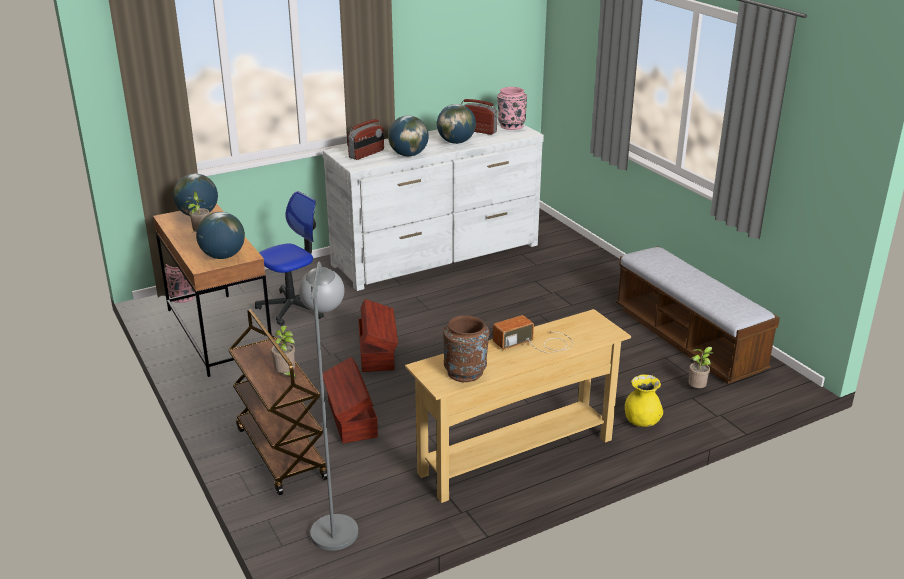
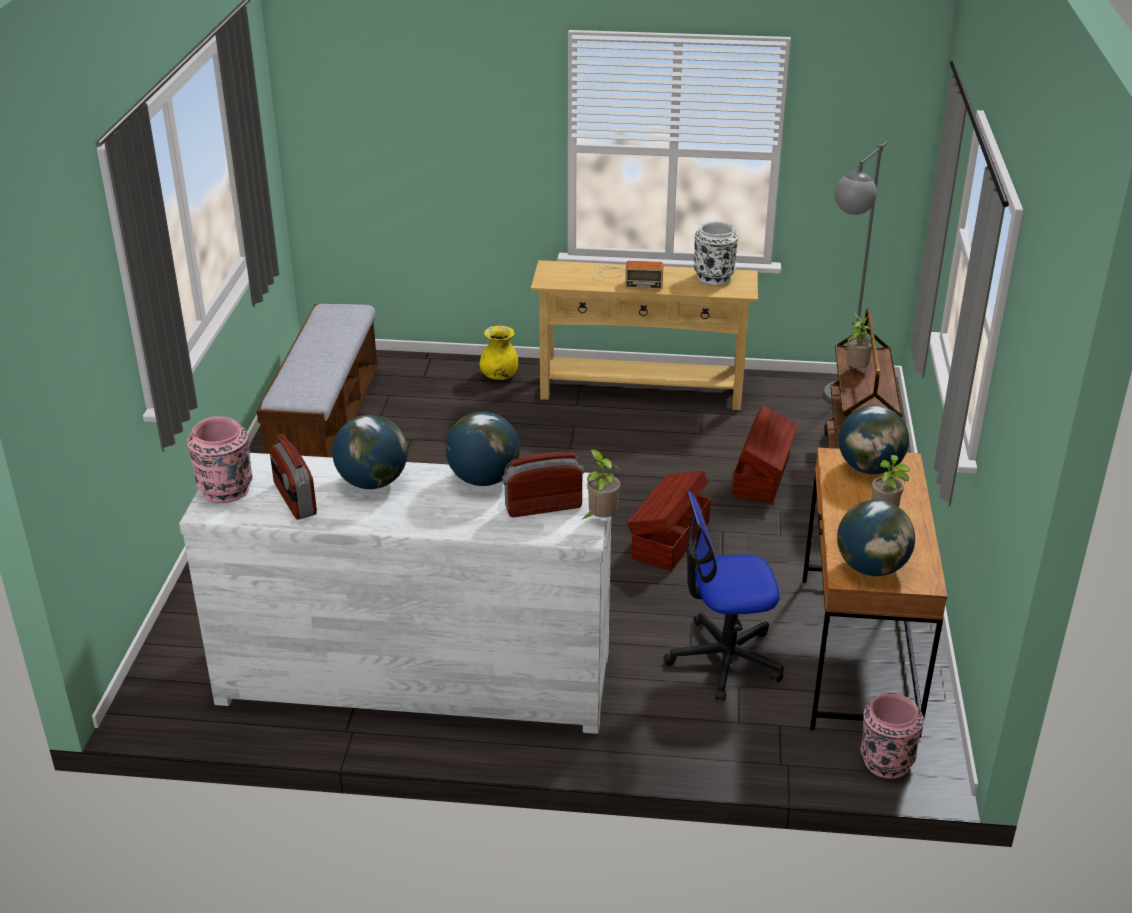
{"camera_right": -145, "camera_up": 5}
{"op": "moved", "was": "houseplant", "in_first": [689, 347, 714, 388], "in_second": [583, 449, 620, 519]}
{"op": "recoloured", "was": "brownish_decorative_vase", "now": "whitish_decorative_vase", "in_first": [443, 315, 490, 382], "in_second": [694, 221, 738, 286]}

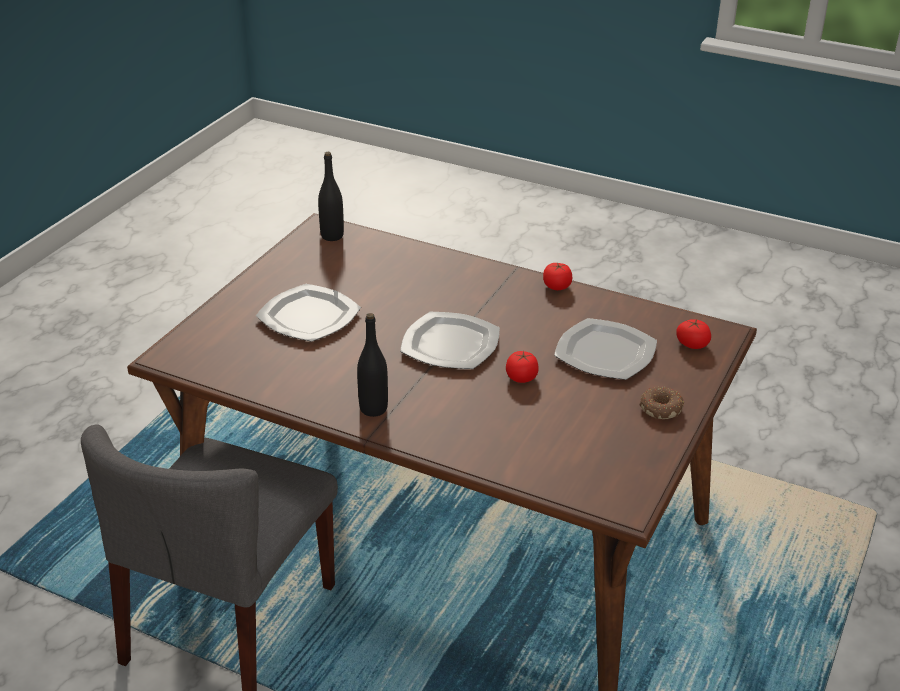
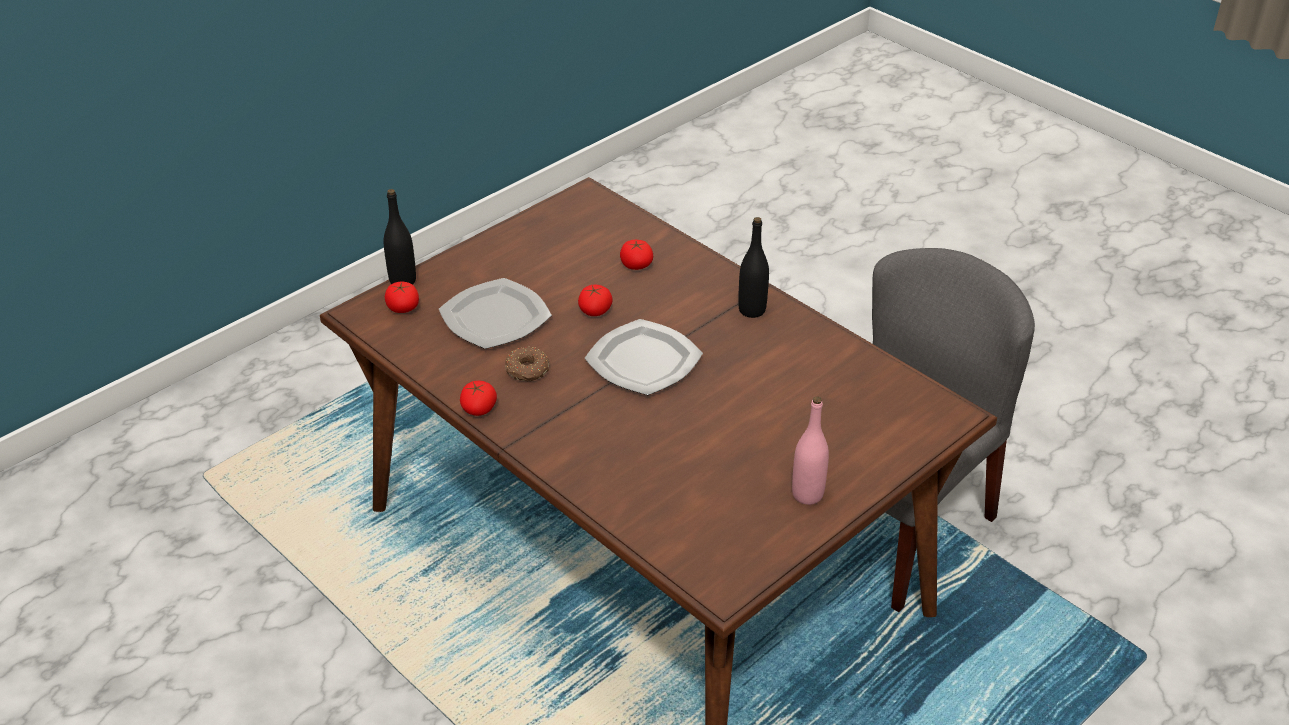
{"camera_right": -160, "camera_up": 5}
{"op": "moved", "was": "blackish_drink_bottle", "in_first": [318, 152, 344, 241], "in_second": [383, 189, 416, 285]}
{"op": "moved", "was": "donut", "in_first": [640, 386, 684, 419], "in_second": [504, 347, 549, 381]}
{"op": "added", "now": "fresh_tomato", "in_second": [620, 240, 653, 270]}
{"op": "added", "now": "pink-coloured_drink_bottle", "in_second": [792, 397, 829, 505]}
{"op": "removed", "was": "flat_dish", "in_first": [256, 284, 361, 342]}

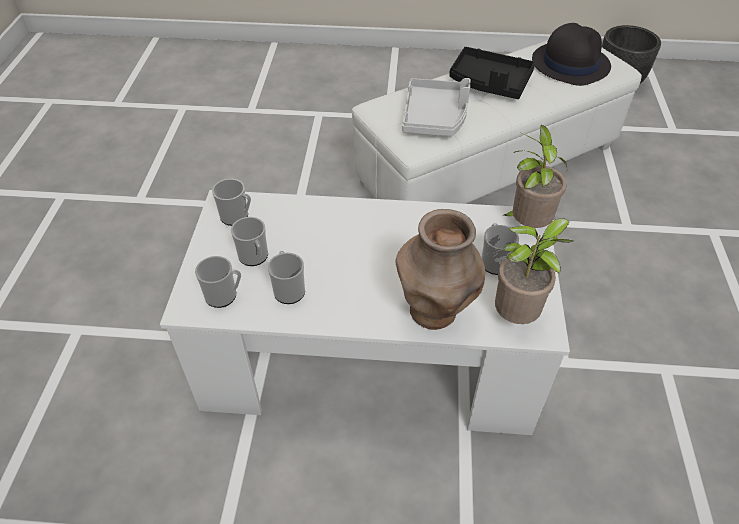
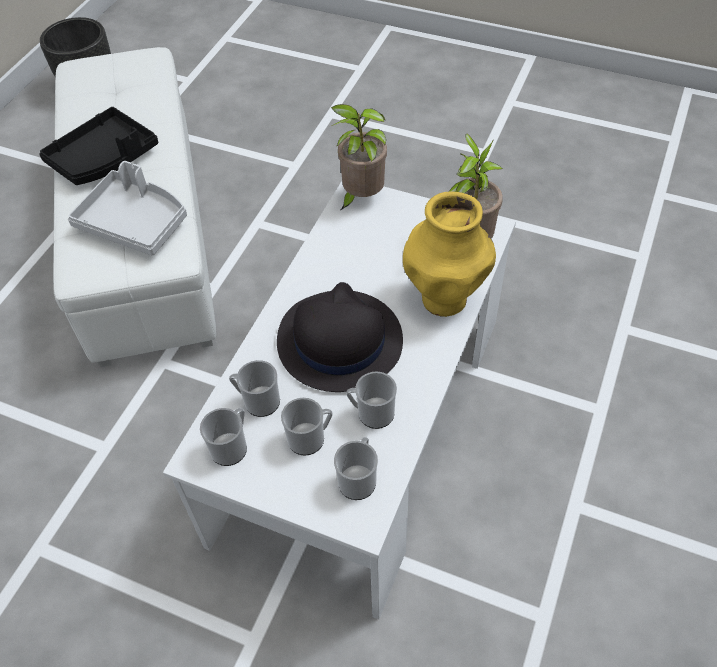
{"camera_right": -70, "camera_up": 5}
{"op": "moved", "was": "coffee_mug", "in_first": [481, 223, 519, 275], "in_second": [229, 360, 280, 417]}
{"op": "moved", "was": "blackish_hat", "in_first": [532, 23, 611, 86], "in_second": [277, 282, 403, 392]}
{"op": "recoloured", "was": "brownish_decorative_vase", "now": "yellowish_decorative_vase", "in_first": [395, 209, 485, 330], "in_second": [403, 191, 496, 317]}

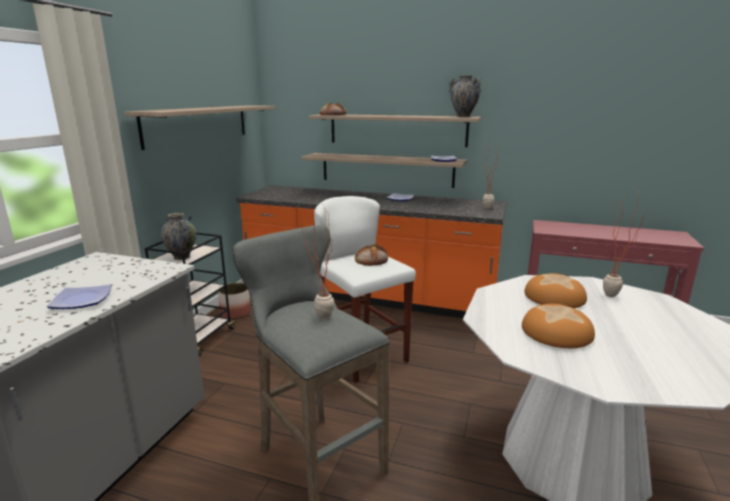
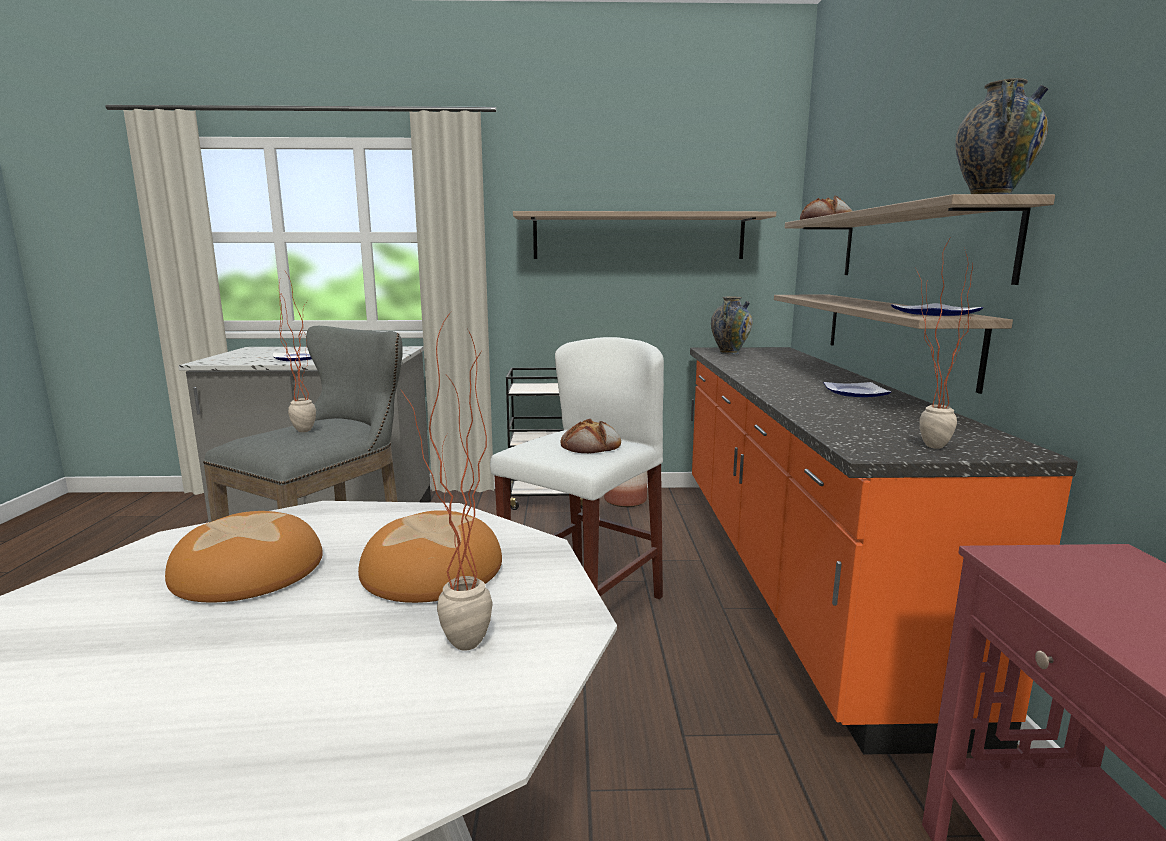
{"camera_right": 70, "camera_up": -5}
{"op": "moved", "was": "decorative_vase", "in_first": [161, 213, 197, 260], "in_second": [711, 296, 753, 355]}

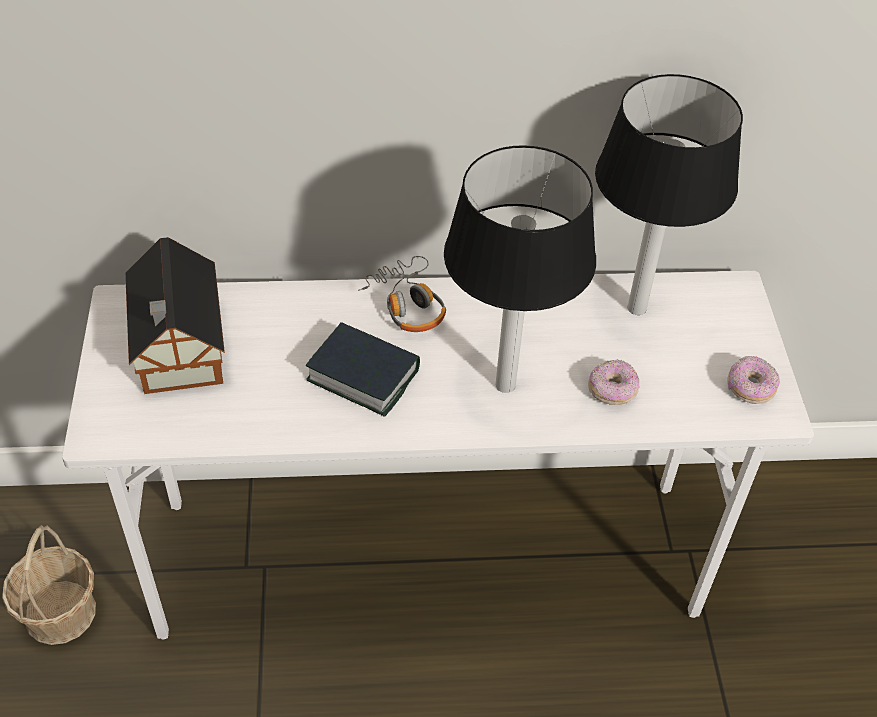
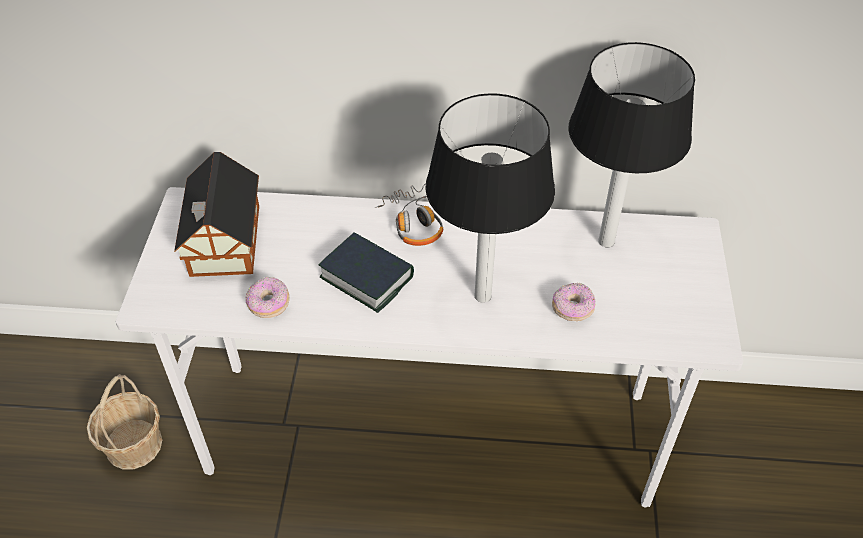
{"camera_right": 10, "camera_up": 0}
{"op": "moved", "was": "donut", "in_first": [727, 356, 780, 404], "in_second": [245, 277, 290, 318]}

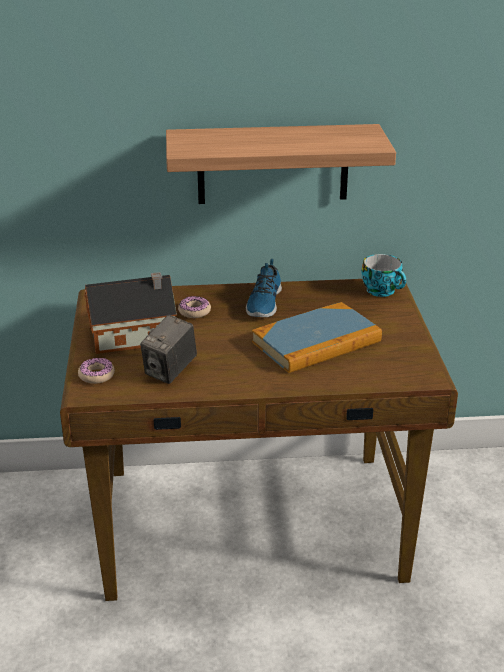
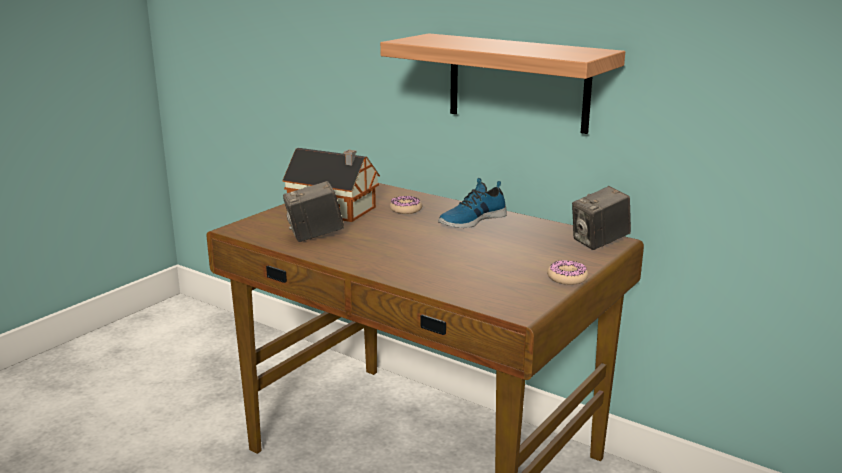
{"camera_right": 40, "camera_up": -10}
{"op": "moved", "was": "donut", "in_first": [78, 358, 115, 384], "in_second": [547, 260, 588, 285]}
{"op": "replaced", "was": "cup", "now": "photo_camera", "in_first": [362, 254, 406, 297], "in_second": [572, 186, 631, 250]}
{"op": "removed", "was": "book", "in_first": [252, 302, 382, 373]}

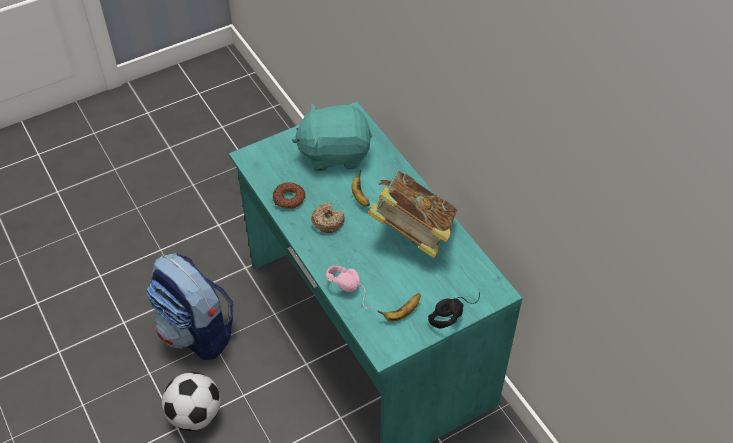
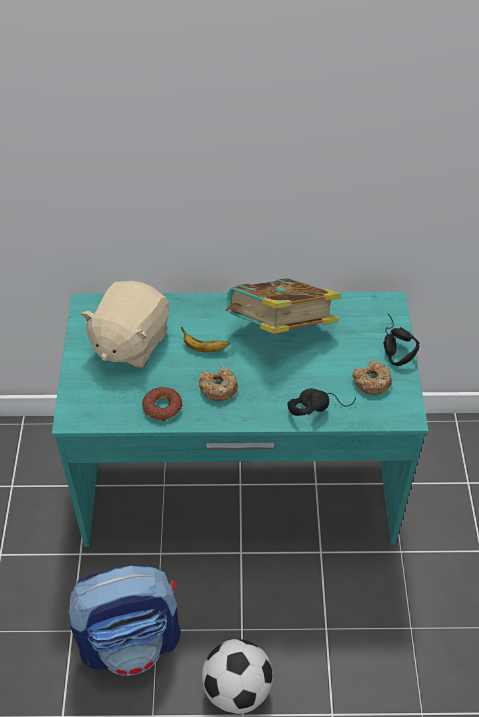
{"camera_right": -60, "camera_up": 0}
{"op": "recoloured", "was": "blue-green_soft_toy", "now": "beige_soft_toy", "in_first": [292, 103, 372, 171], "in_second": [81, 281, 169, 368]}
{"op": "recoloured", "was": "pink-coloured_pair_of_headphones", "now": "blackish_pair_of_headphones", "in_first": [325, 266, 373, 309], "in_second": [287, 388, 356, 416]}
{"op": "replaced", "was": "banana", "now": "donut", "in_first": [378, 293, 421, 322], "in_second": [353, 360, 392, 395]}

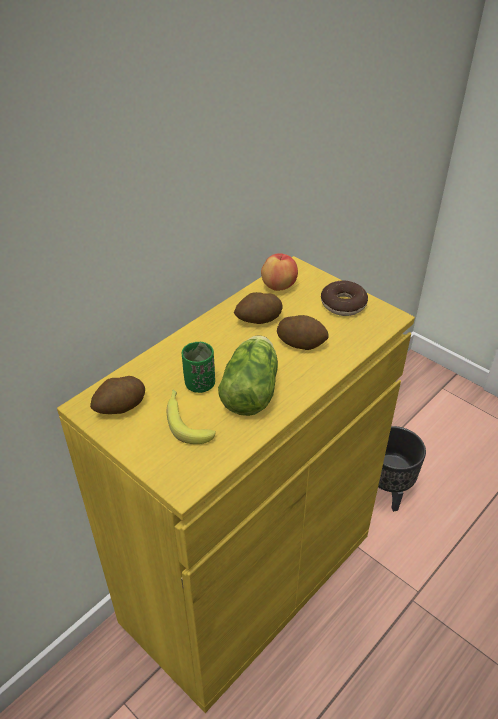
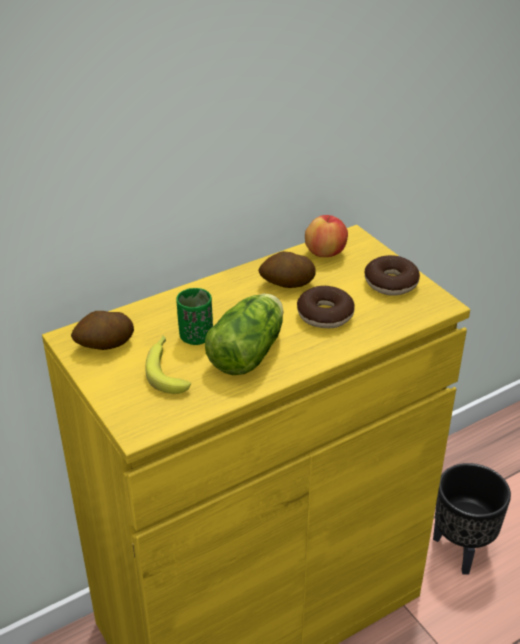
{"camera_right": 15, "camera_up": -5}
{"op": "replaced", "was": "whole_potato", "now": "donut", "in_first": [277, 315, 329, 350], "in_second": [297, 286, 355, 328]}

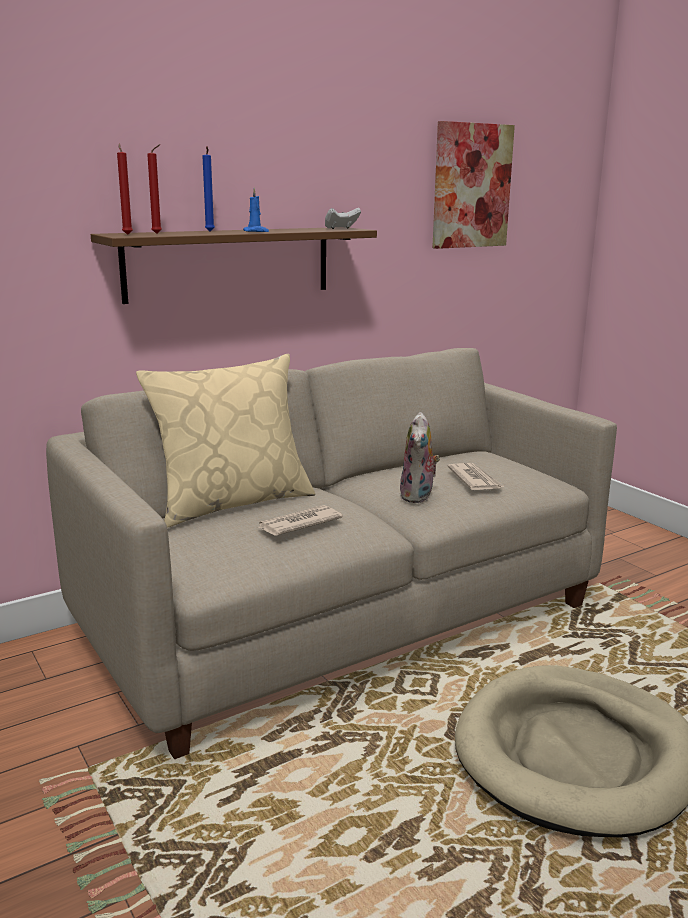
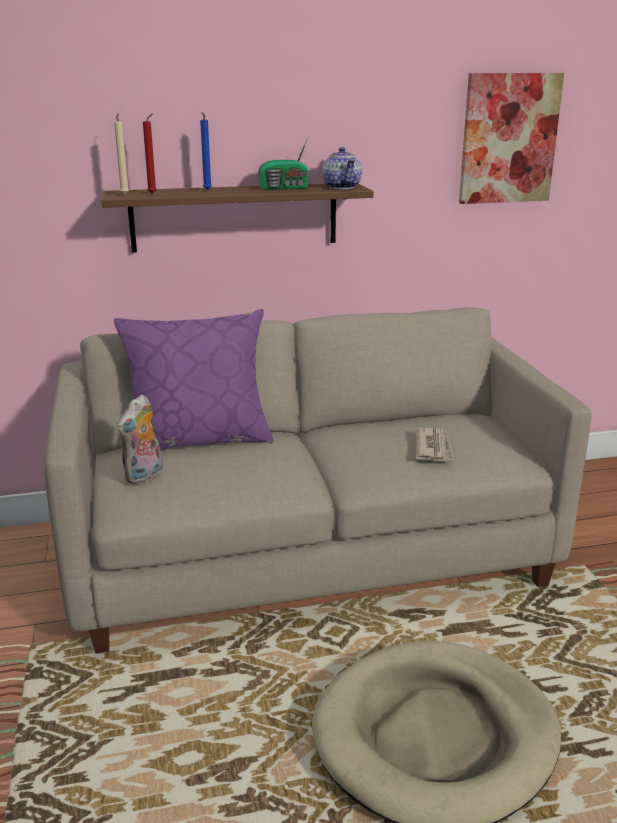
{"camera_right": 20, "camera_up": 5}
{"op": "recoloured", "was": "red-coloured_wax_candle", "now": "beige_wax_candle", "in_first": [117, 144, 133, 235], "in_second": [114, 113, 129, 194]}
{"op": "recoloured", "was": "beige_throw_pillow", "now": "purple_throw_pillow", "in_first": [136, 354, 315, 528], "in_second": [114, 309, 274, 450]}
{"op": "moved", "was": "soft_toy", "in_first": [400, 412, 440, 503], "in_second": [117, 394, 163, 484]}
{"op": "added", "now": "radio", "in_second": [258, 138, 309, 190]}
{"op": "replaced", "was": "whitish_joypad", "now": "teapot", "in_first": [325, 208, 361, 229], "in_second": [322, 147, 362, 189]}
{"op": "removed", "was": "blue-coloured_wax_candle", "in_first": [243, 187, 269, 232]}
{"op": "removed", "was": "daily_paper", "in_first": [256, 505, 343, 536]}

